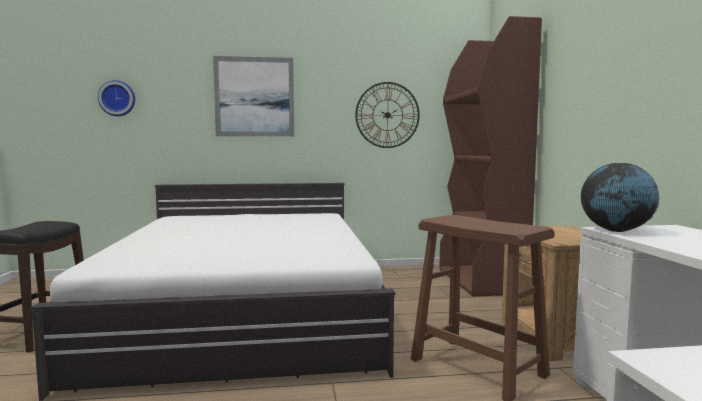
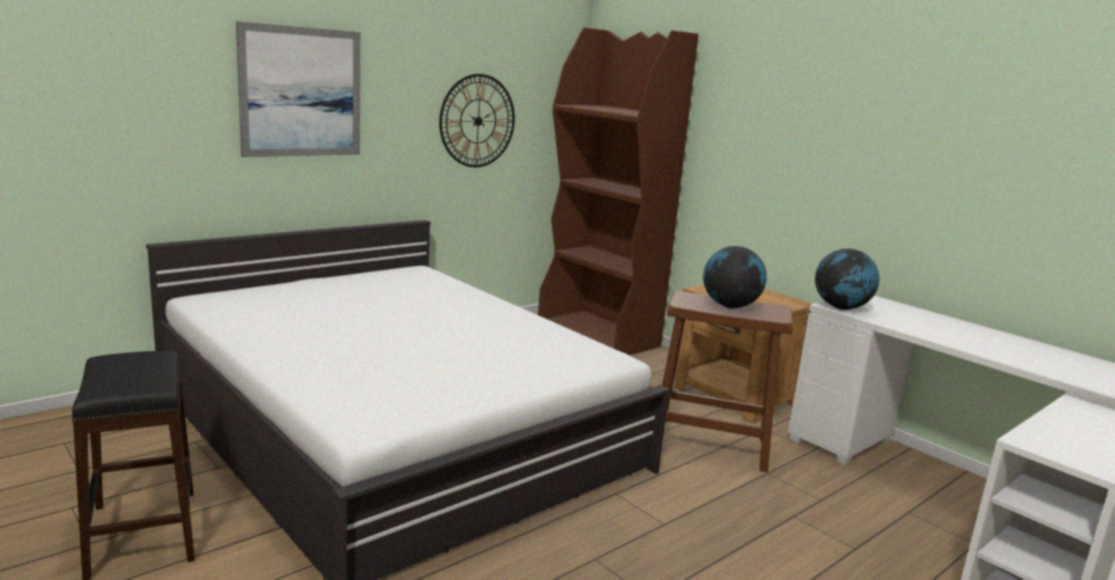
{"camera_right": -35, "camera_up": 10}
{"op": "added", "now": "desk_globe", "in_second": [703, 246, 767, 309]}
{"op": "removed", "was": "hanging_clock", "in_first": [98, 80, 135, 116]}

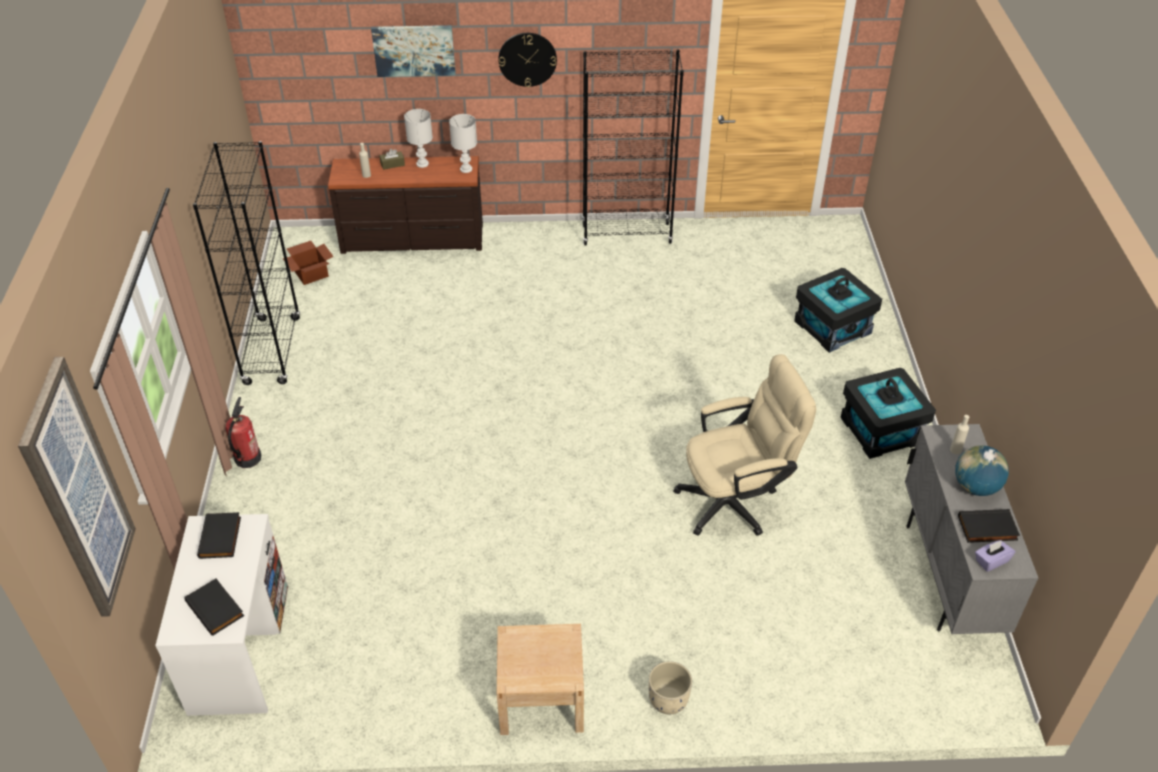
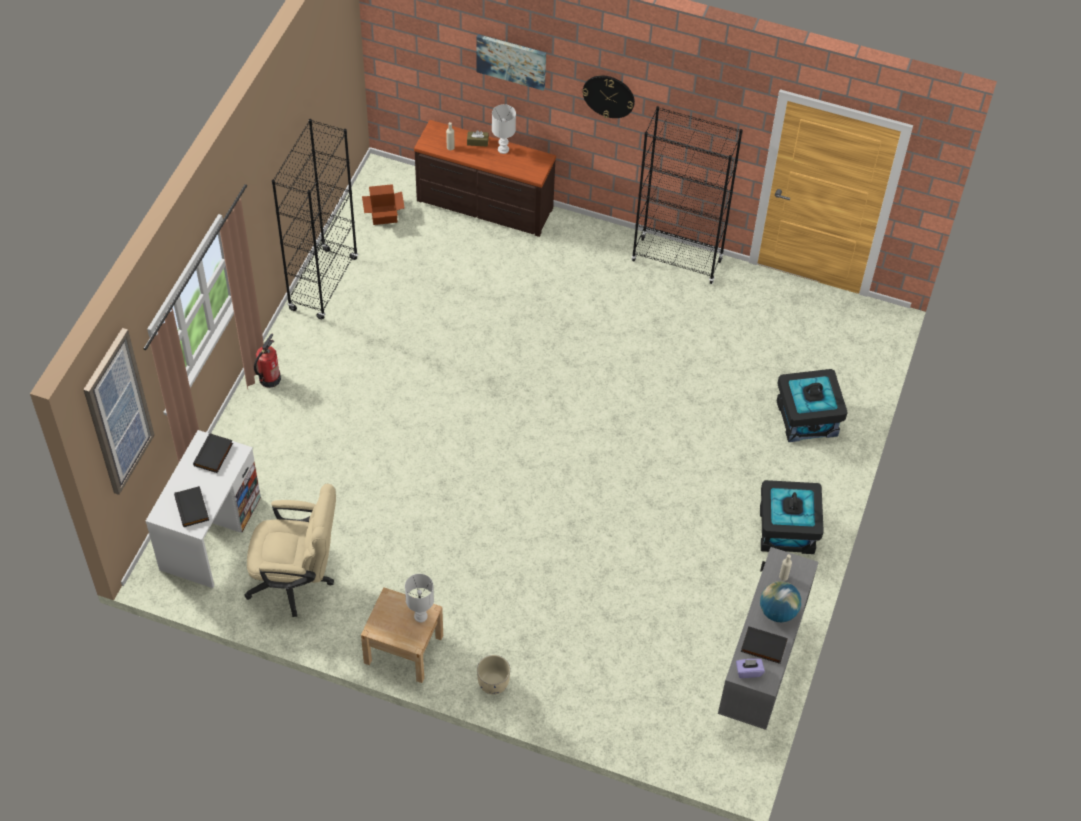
{"camera_right": 20, "camera_up": 10}
{"op": "moved", "was": "beige_desk_chair", "in_first": [673, 354, 816, 536], "in_second": [244, 484, 336, 617]}
{"op": "moved", "was": "whitish_lamp_for_a_table", "in_first": [449, 114, 477, 173], "in_second": [405, 574, 434, 622]}

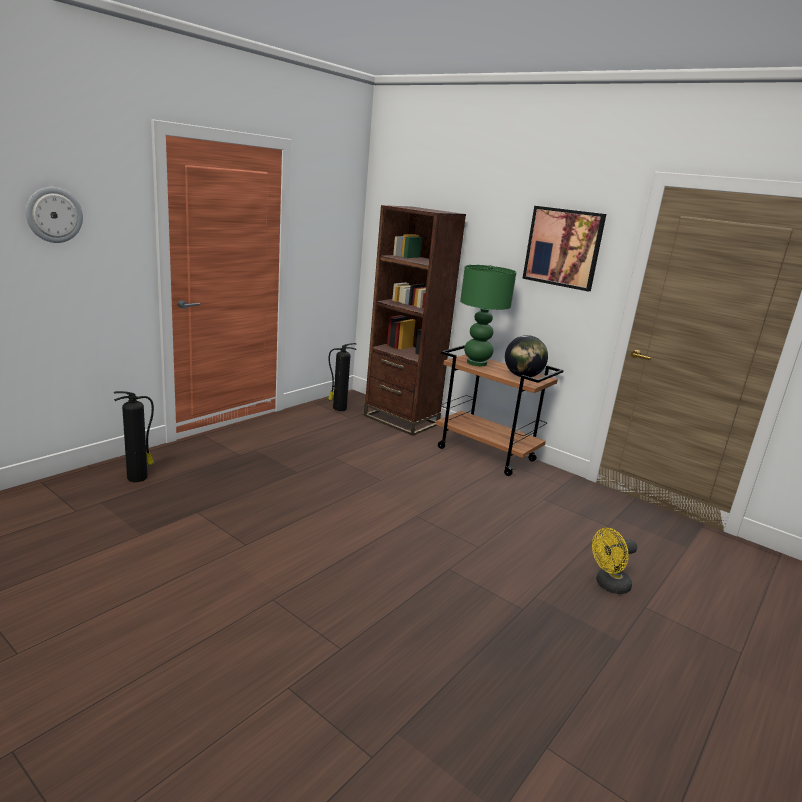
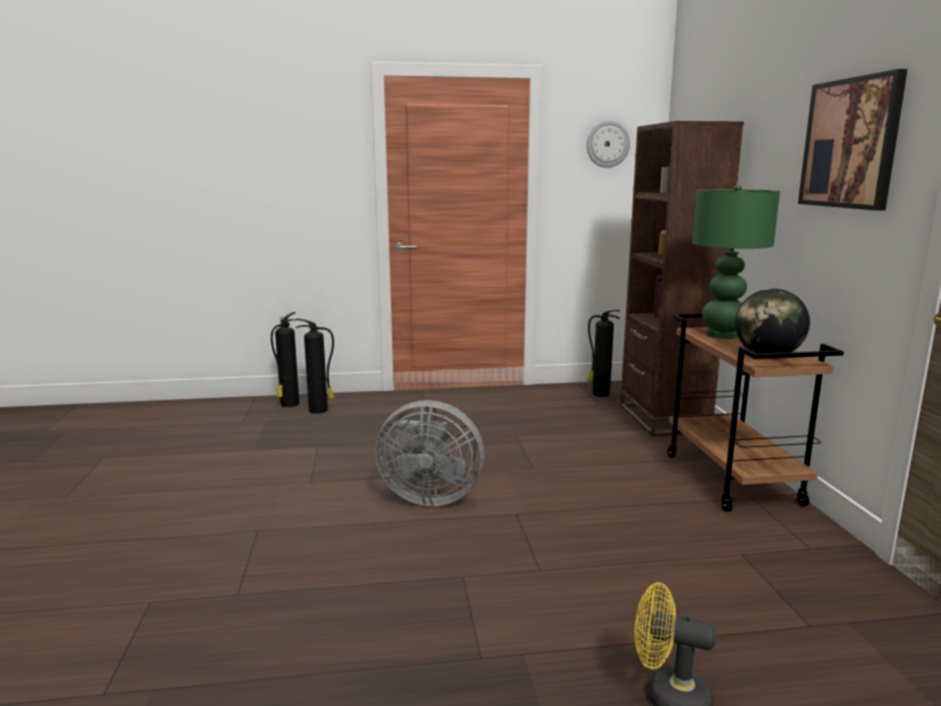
{"camera_right": 45, "camera_up": -5}
{"op": "added", "now": "fire_extinguisher", "in_second": [271, 312, 299, 407]}
{"op": "added", "now": "grey_electric_fan", "in_second": [376, 400, 484, 506]}
{"op": "moved", "was": "hanging_clock", "in_first": [25, 187, 83, 243], "in_second": [586, 120, 630, 168]}

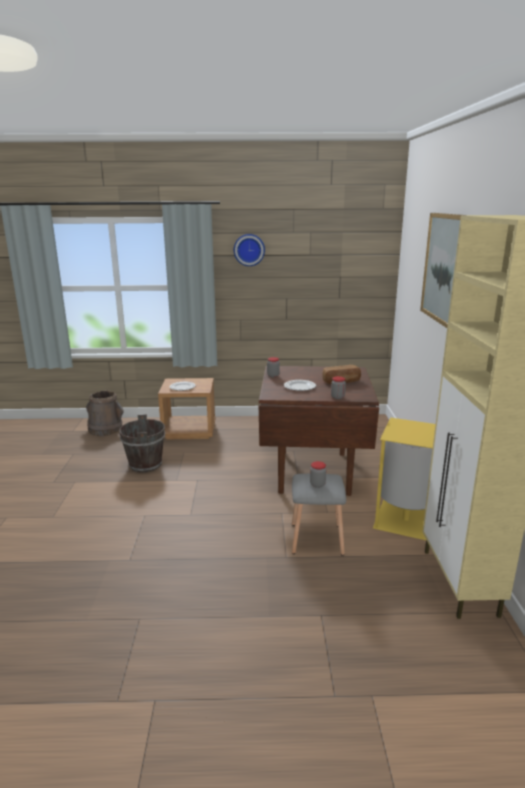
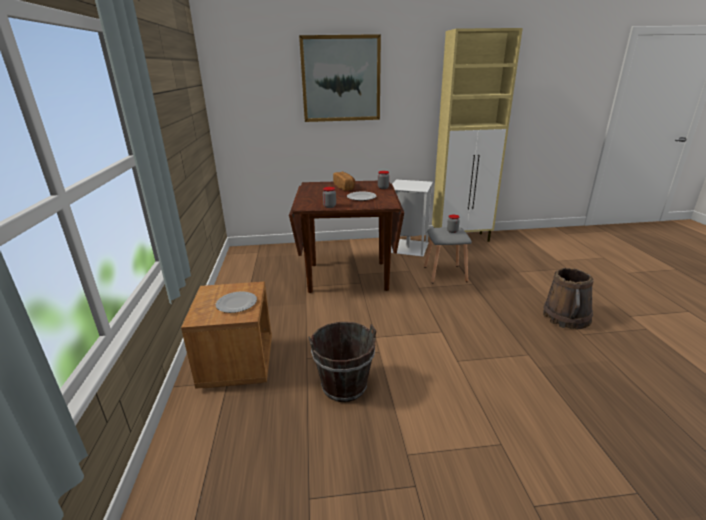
{"camera_right": -95, "camera_up": 5}
{"op": "recoloured", "was": "yellowish_waste_bin", "now": "whitish_waste_bin", "in_first": [373, 417, 435, 540], "in_second": [391, 180, 433, 257]}
{"op": "moved", "was": "brownish_bucket", "in_first": [86, 390, 124, 437], "in_second": [543, 268, 594, 329]}
{"op": "removed", "was": "hanging_clock", "in_first": [234, 234, 265, 266]}

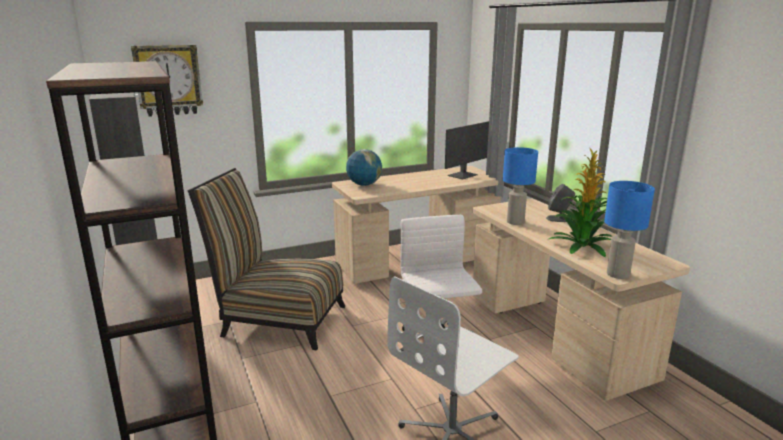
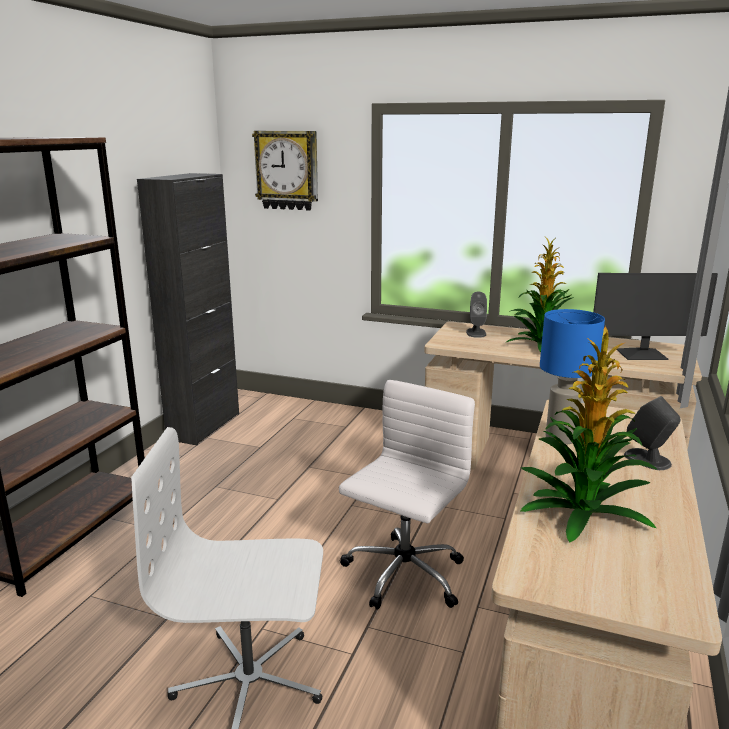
{"camera_right": 45, "camera_up": 0}
{"op": "replaced", "was": "desk_globe", "now": "grey_loudspeaker", "in_first": [346, 149, 382, 186], "in_second": [466, 292, 487, 338]}
{"op": "added", "now": "houseplant", "in_second": [505, 238, 574, 352]}
{"op": "removed", "was": "plain_chair", "in_first": [188, 168, 346, 350]}
{"op": "removed", "was": "blue-coloured_lamp_for_a_table", "in_first": [604, 181, 655, 279]}

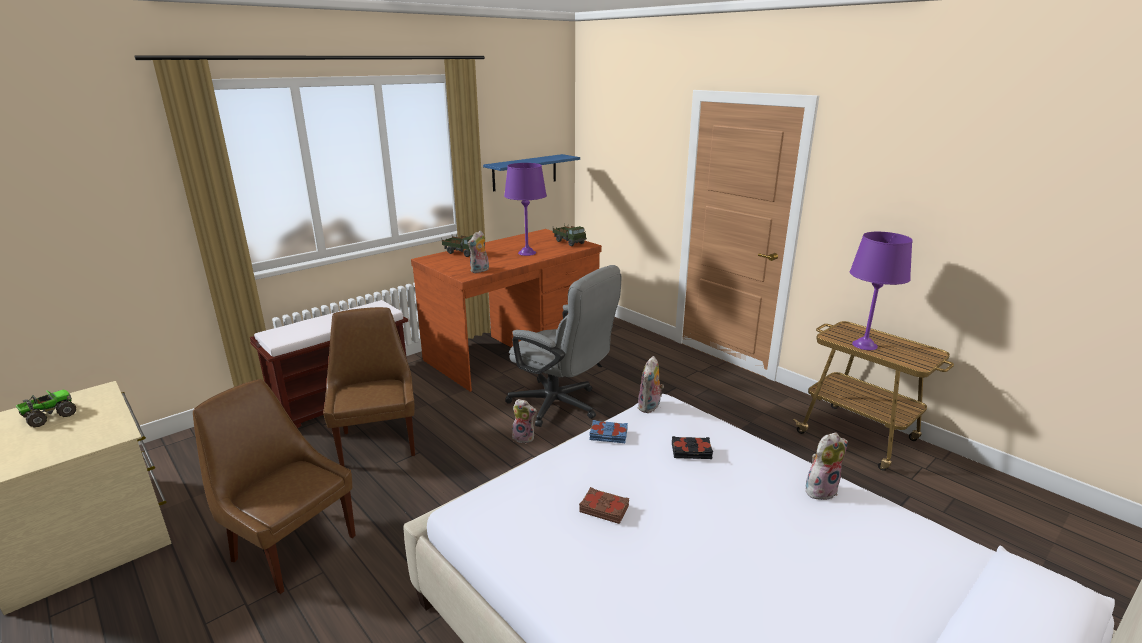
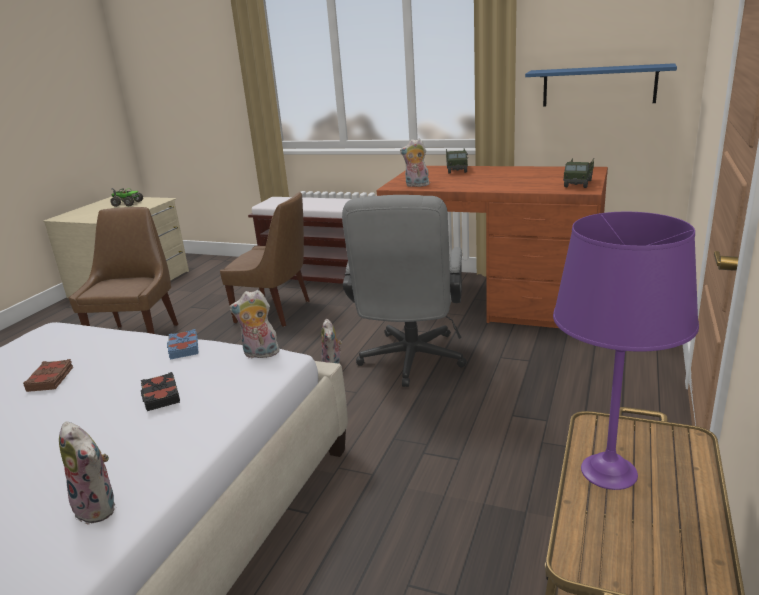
{"camera_right": 65, "camera_up": 0}
{"op": "turned", "was": "brownish_plain_chair", "in_first": [323, 307, 415, 467], "in_second": [220, 192, 310, 327], "clockwise": 60}
{"op": "removed", "was": "purple_lamp_for_a_table", "in_first": [504, 163, 547, 256]}

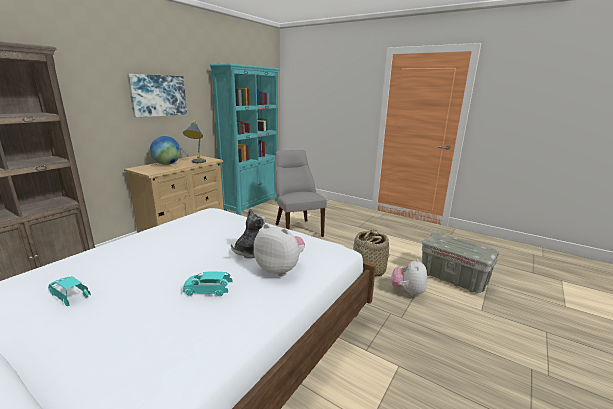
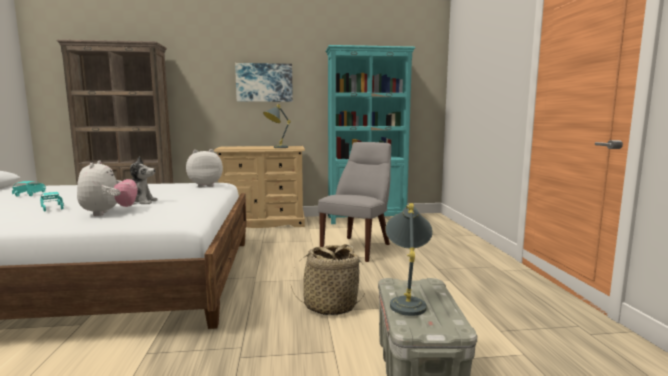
{"camera_right": 50, "camera_up": -10}
{"op": "moved", "was": "soft_toy", "in_first": [391, 259, 427, 297], "in_second": [186, 149, 223, 187]}
{"op": "added", "now": "grey_lamp_for_a_table", "in_second": [385, 203, 433, 316]}
{"op": "removed", "was": "desk_globe", "in_first": [150, 136, 181, 165]}

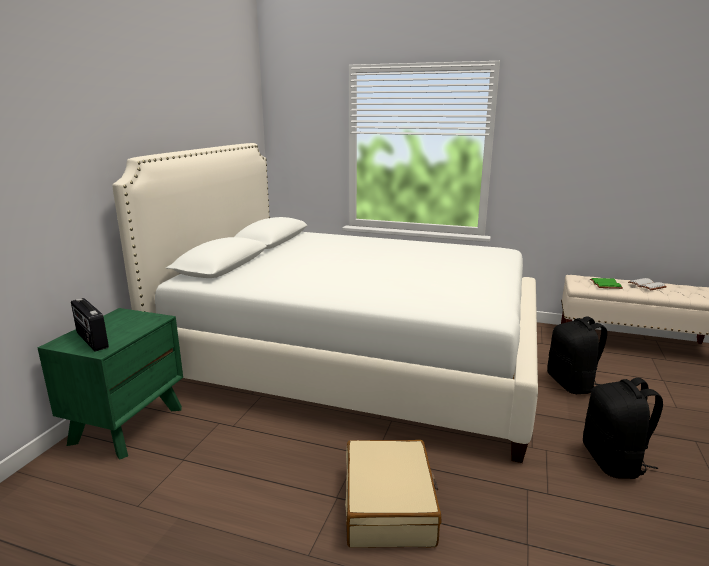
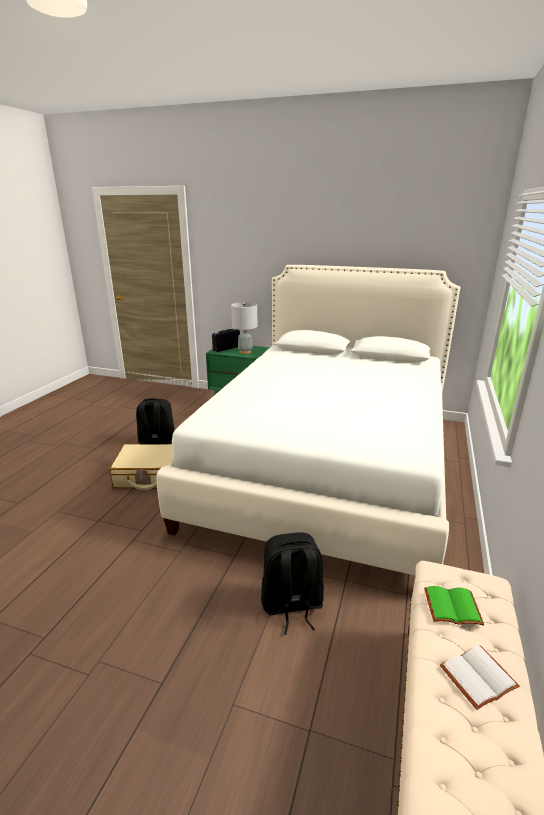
{"camera_right": 90, "camera_up": 5}
{"op": "moved", "was": "blackish_backpack", "in_first": [583, 377, 663, 479], "in_second": [136, 398, 175, 445]}
{"op": "added", "now": "grey_lamp_for_a_table", "in_second": [231, 302, 257, 354]}

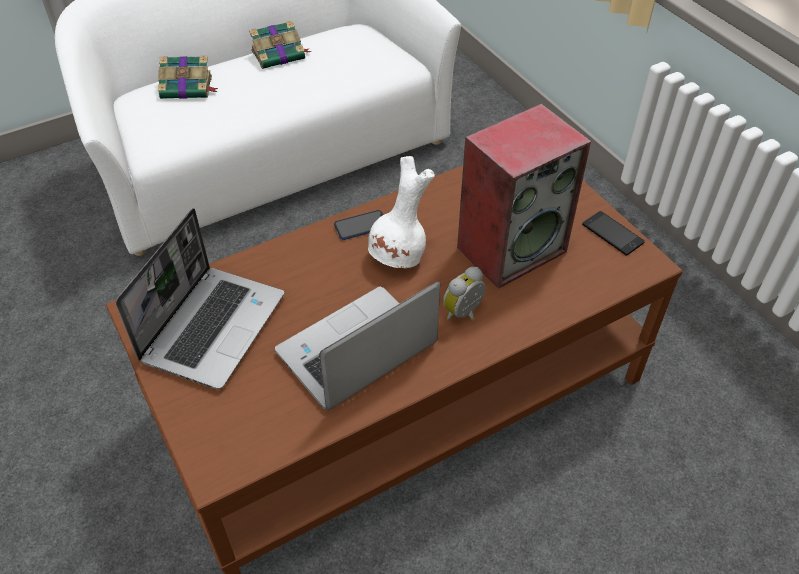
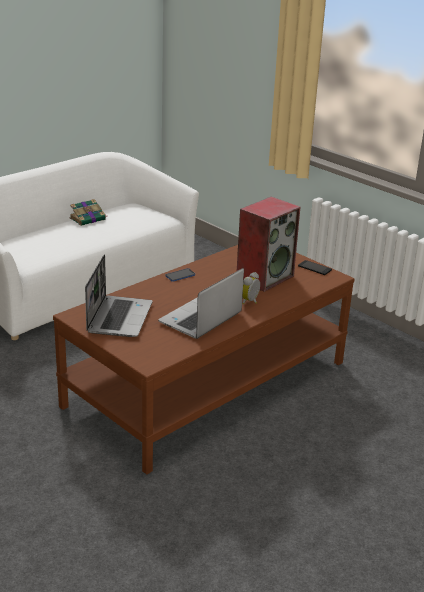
{"camera_right": -15, "camera_up": -20}
{"op": "removed", "was": "book", "in_first": [158, 56, 218, 99]}
{"op": "removed", "was": "whitish_decorative_vase", "in_first": [368, 156, 435, 268]}

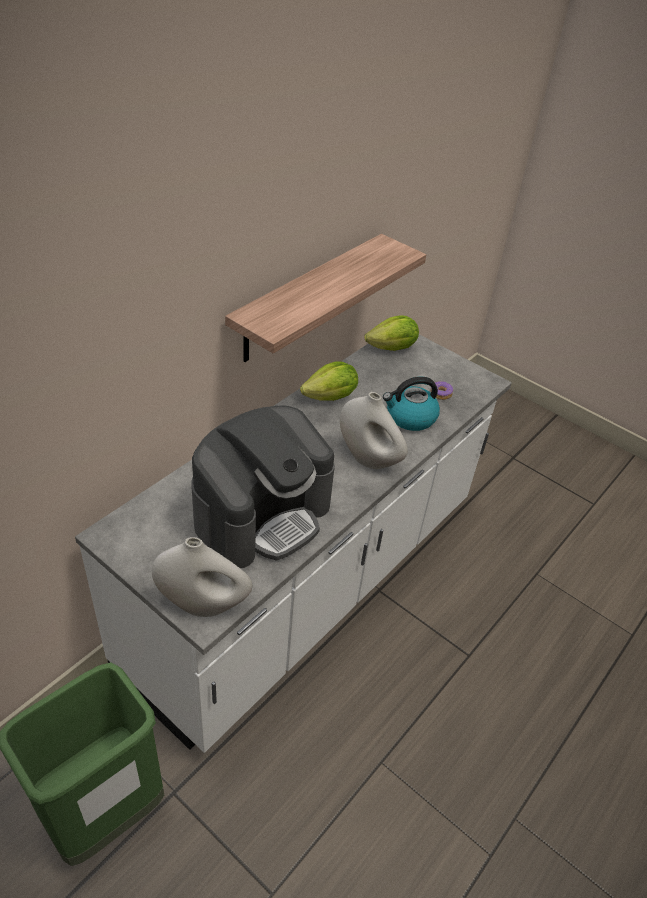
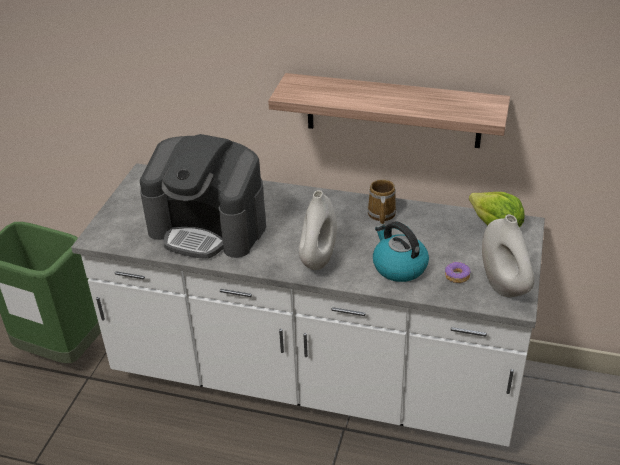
{"camera_right": 70, "camera_up": -5}
{"op": "replaced", "was": "lettuce", "now": "coffee_mug", "in_first": [300, 362, 358, 401], "in_second": [367, 179, 397, 224]}
{"op": "moved", "was": "whitish_decorative_vase", "in_first": [152, 537, 252, 617], "in_second": [482, 214, 535, 297]}

